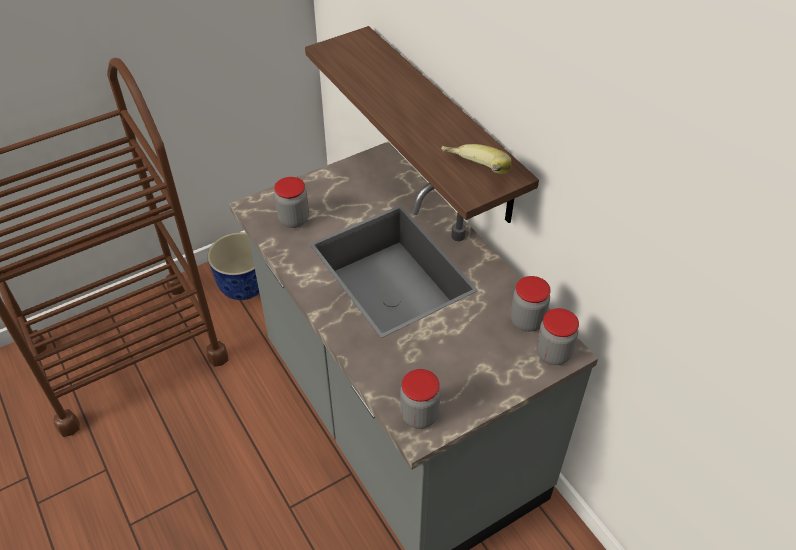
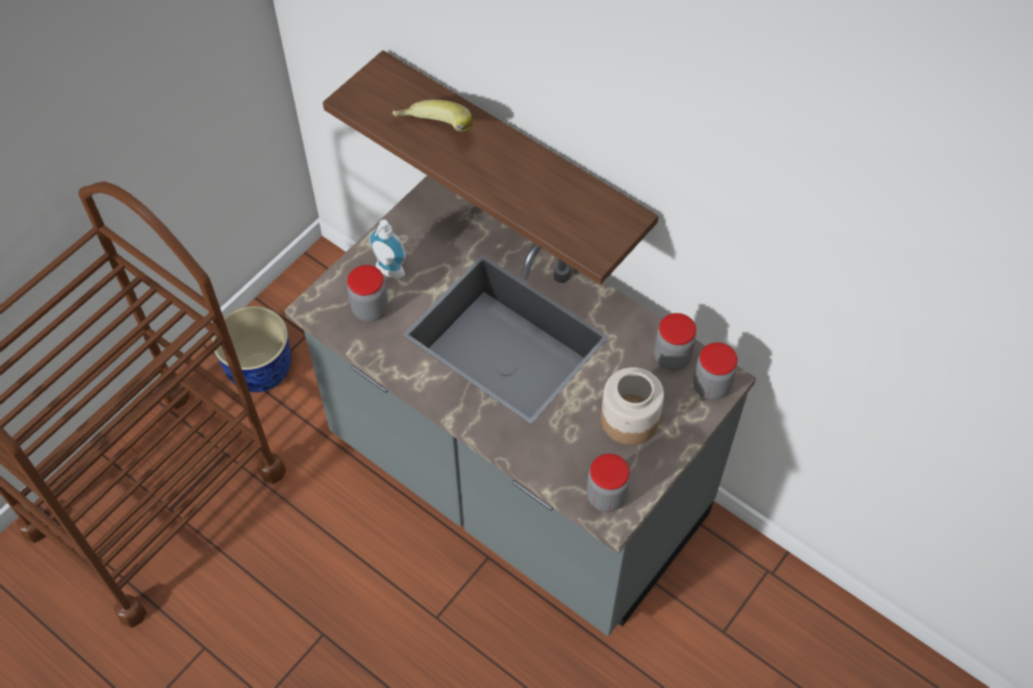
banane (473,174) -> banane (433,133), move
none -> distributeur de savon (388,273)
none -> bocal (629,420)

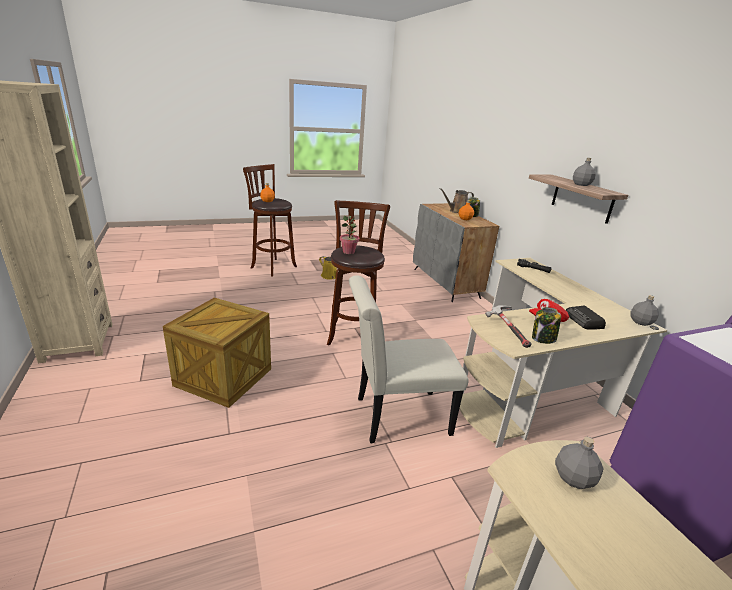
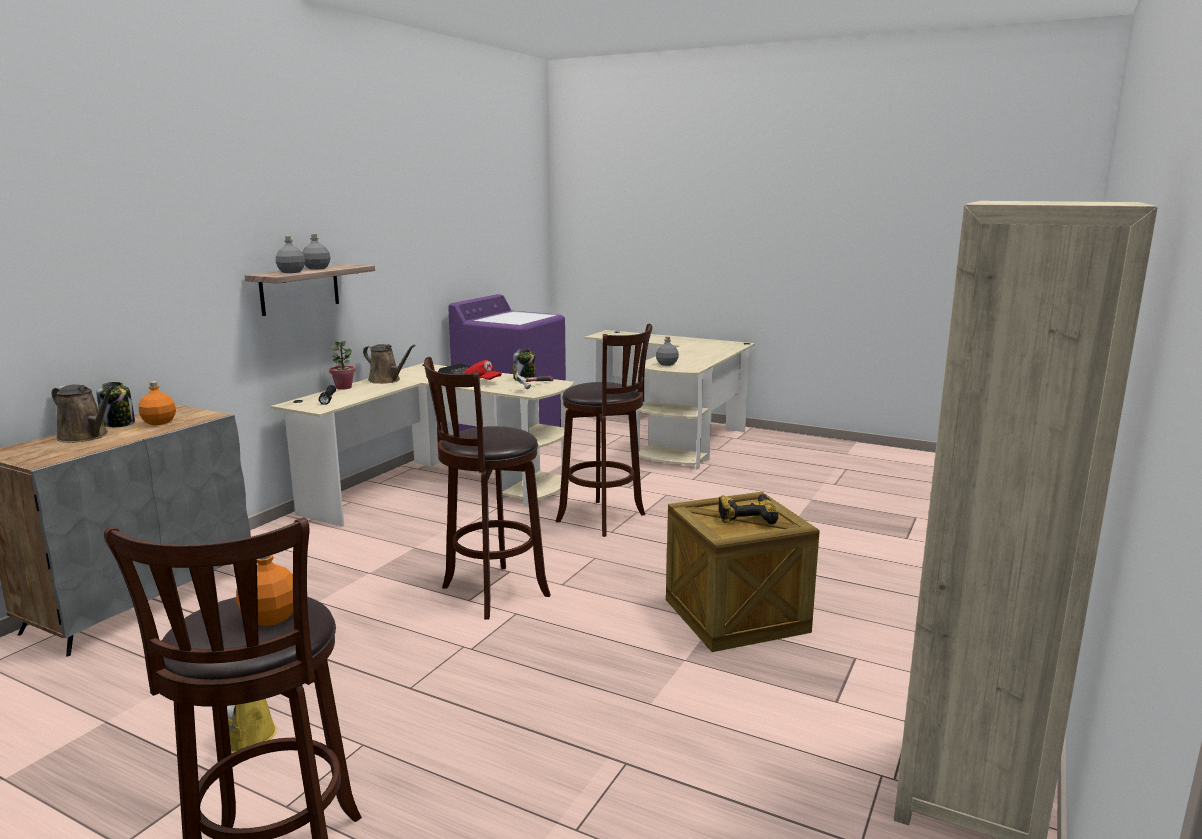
plante en pot (349,252) -> plante en pot (344,387), move
chaise [blanc] (395,416) -> tabouret [marron] (605,519)
bouteille [gris] (640,322) -> bouteille [gris] (291,272), move
none -> arrosoir [marron] (386,380)
none -> perceuse (746,516)

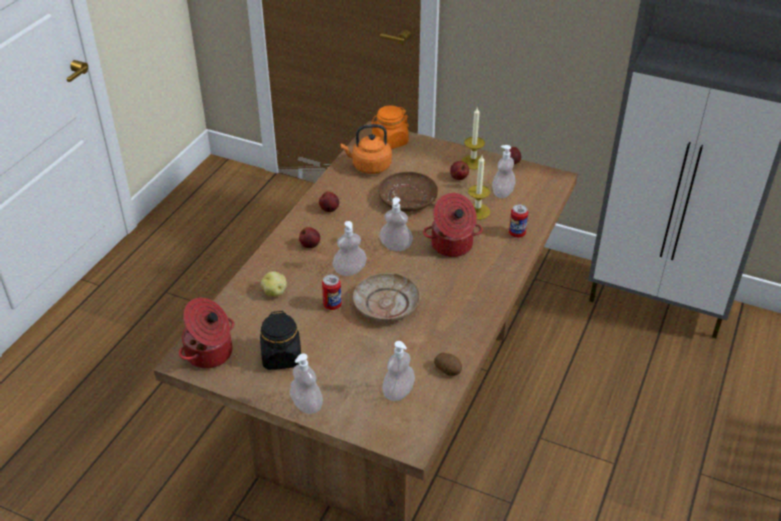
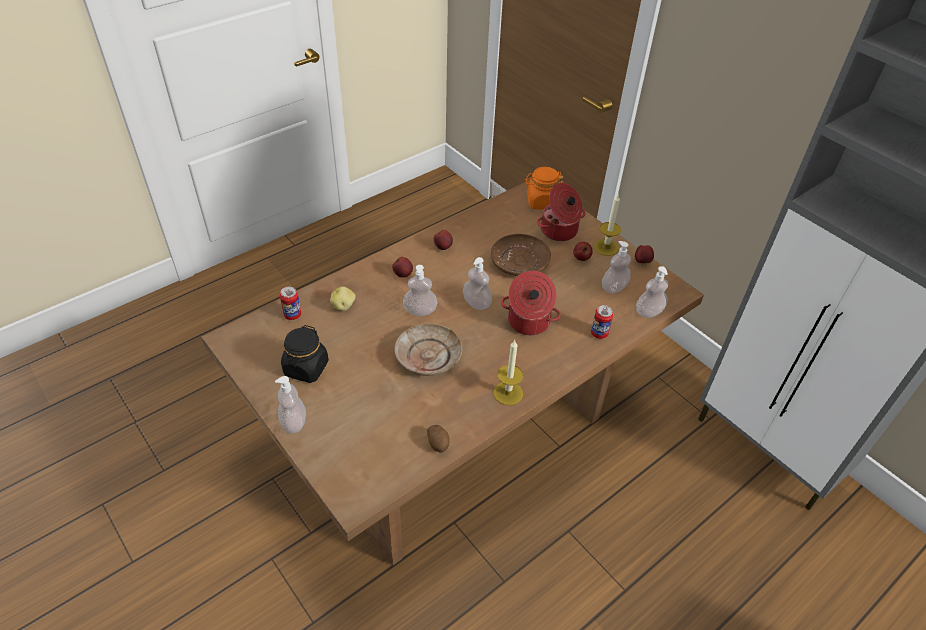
bouilloire [orange] (369,167) -> none
bougie (477,211) -> bougie (508,393), move
boîte métallique (332,305) -> boîte métallique (292,315), move
marmite (210,353) -> marmite (559,231), move
distributeur de savon (398,392) -> distributeur de savon (649,312), move

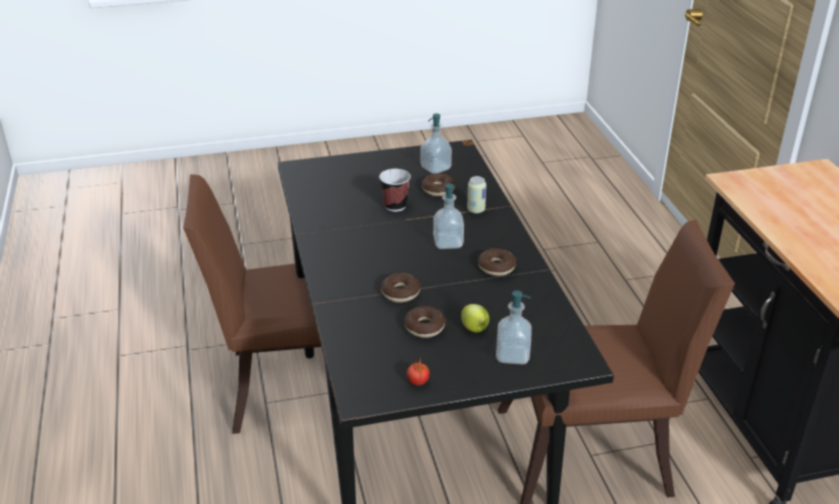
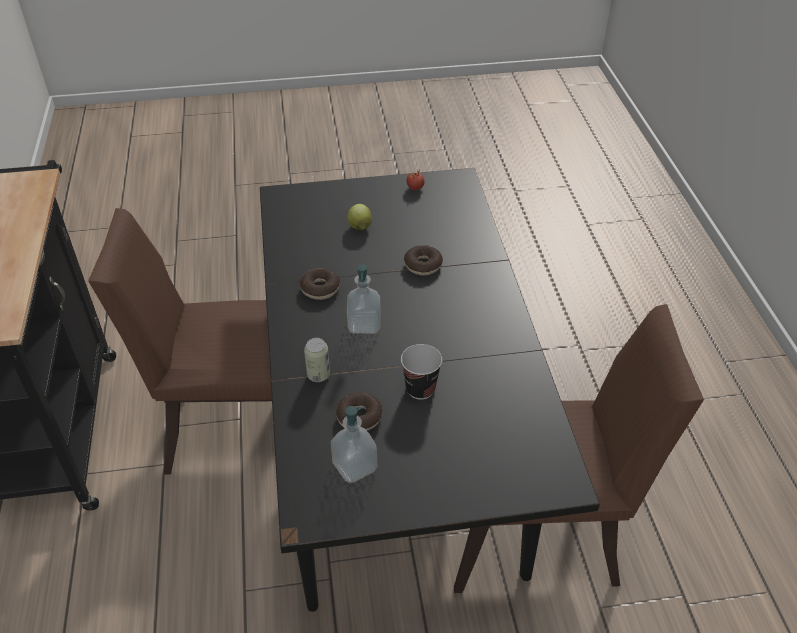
distributeur de savon (512,355) -> none
beignet (424,327) -> none

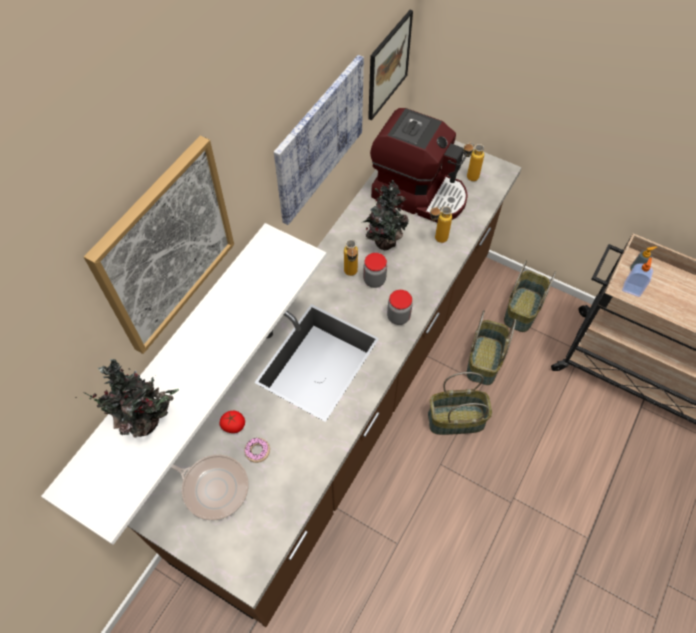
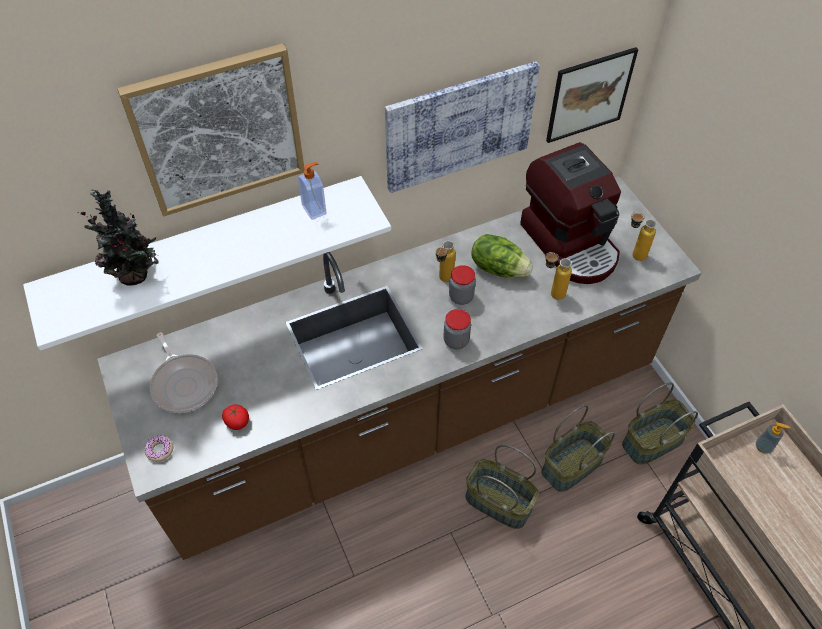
plante en pot (383,241) -> laitue (498,268)
distributeur de savon (632,288) -> distributeur de savon (315,209), move
tomate (233,425) -> tomate (237,421), move
beignet (257,451) -> beignet (160,450), move

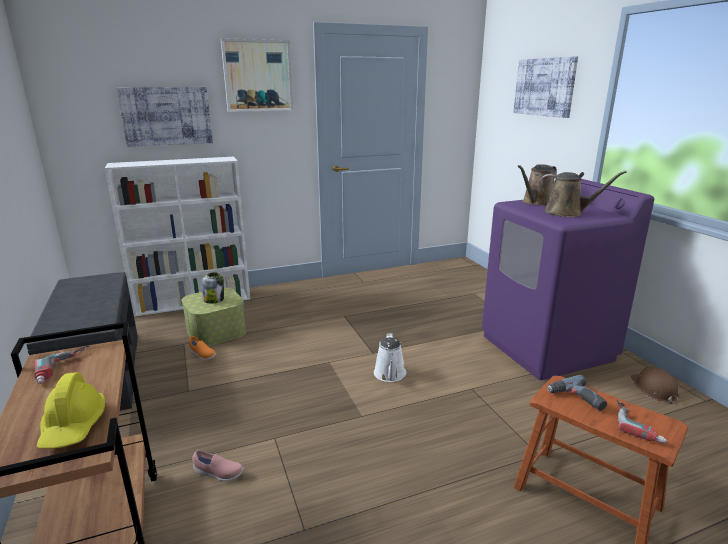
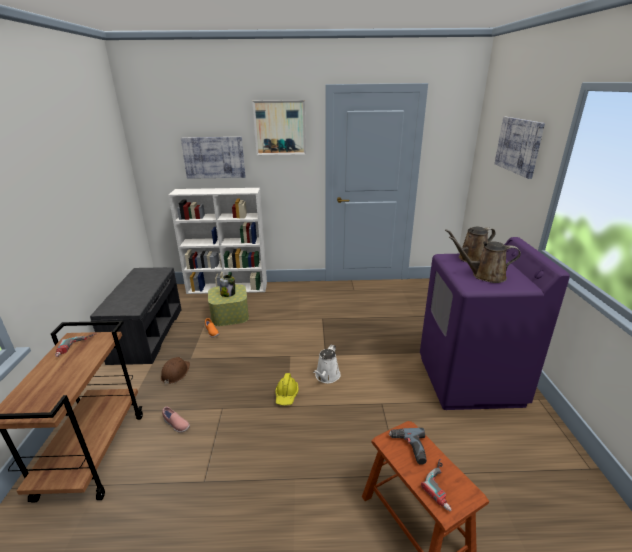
arrosoir [marron] (567,213) -> arrosoir [marron] (485,276), 150 degrees clockwise
casque de chantier [marron] (654,389) -> casque de chantier [marron] (175,373), move
casque de chantier [jaune] (74,426) -> casque de chantier [jaune] (286,395), move

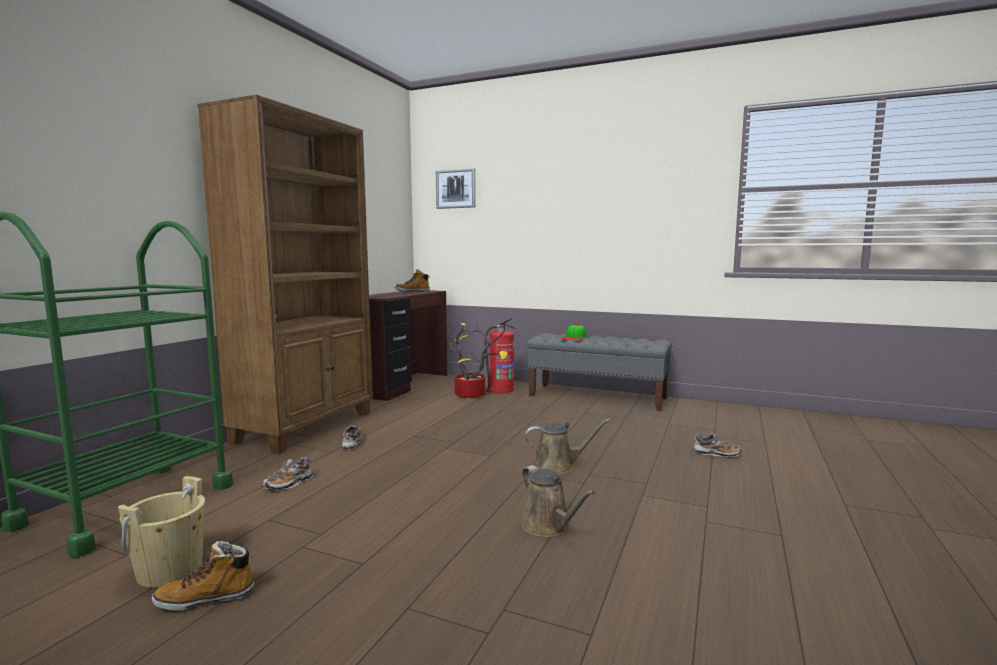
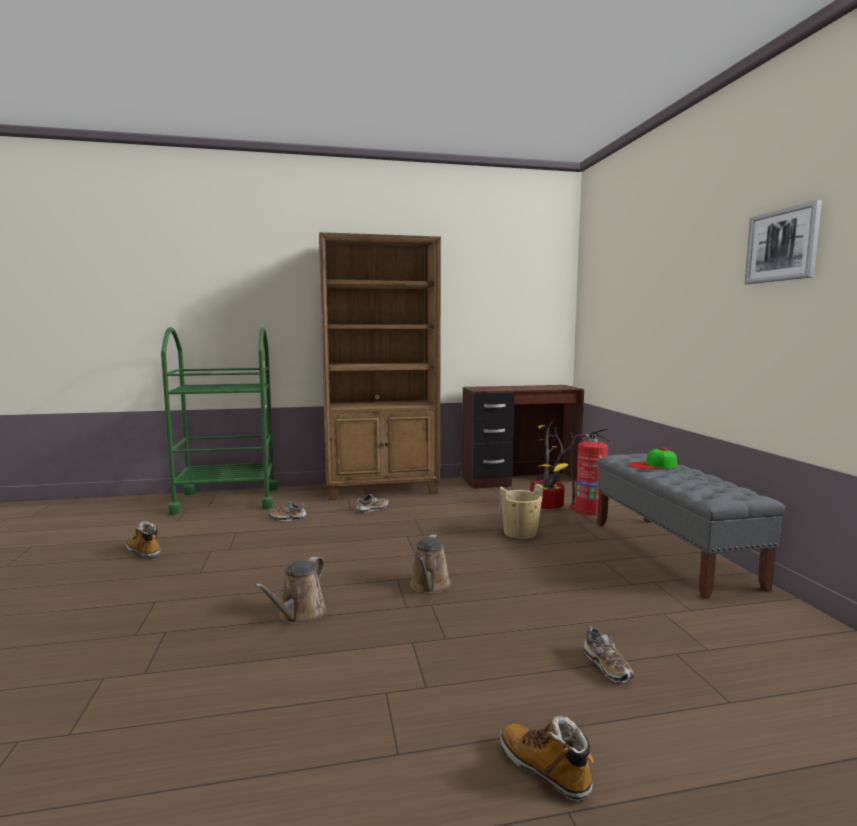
tableau (456,189) -> tableau (782,245), move
botte (412,291) -> botte (544,769), move
arrosoir [marron] (558,466) -> arrosoir [marron] (429,586), 45 degrees clockwise
seau [beige] (170,570) -> seau [beige] (520,533), move

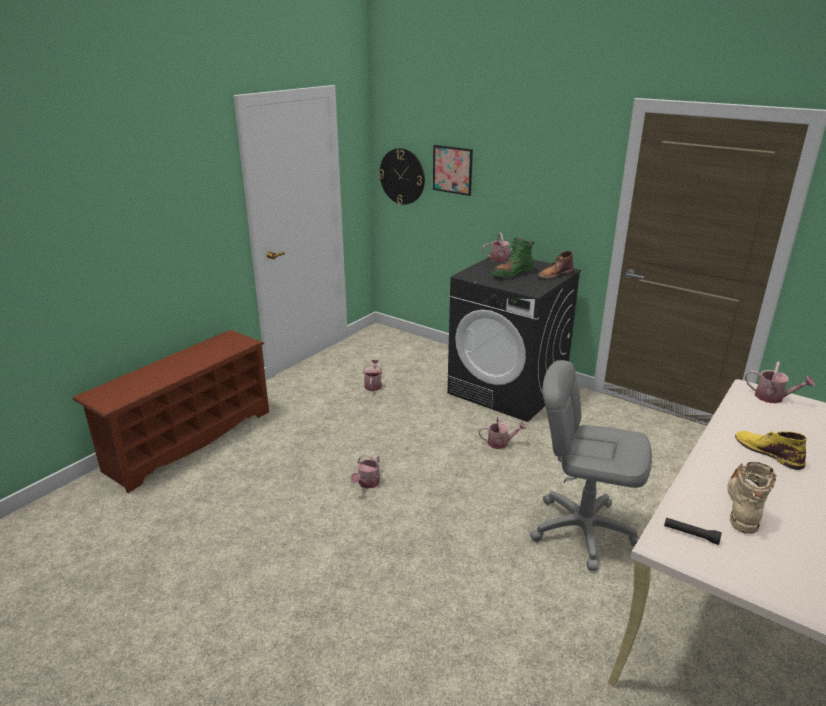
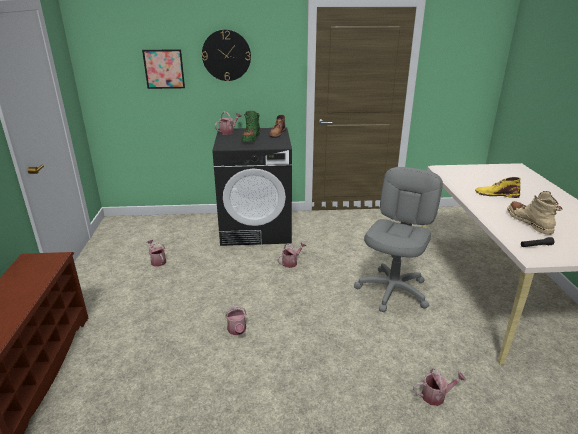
horloge murale (402,176) -> horloge murale (226,55), move
chaise de bureau [gris] (582,530) -> chaise de bureau [gris] (393,291), 135 degrees clockwise
arrosoir (773,397) -> arrosoir (436,396), move

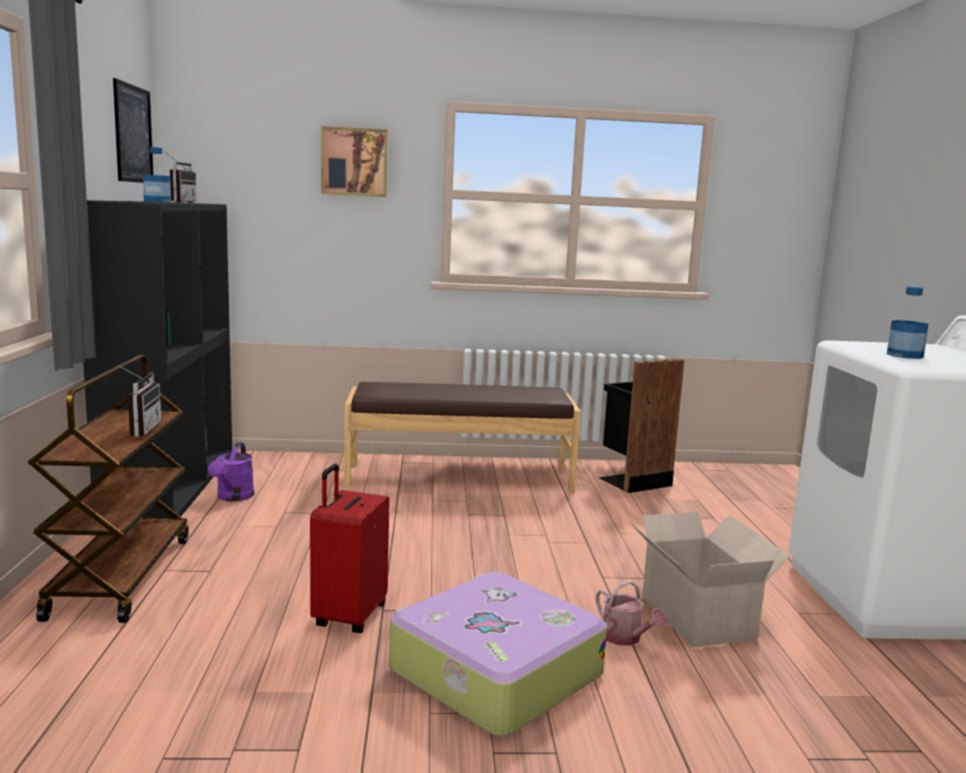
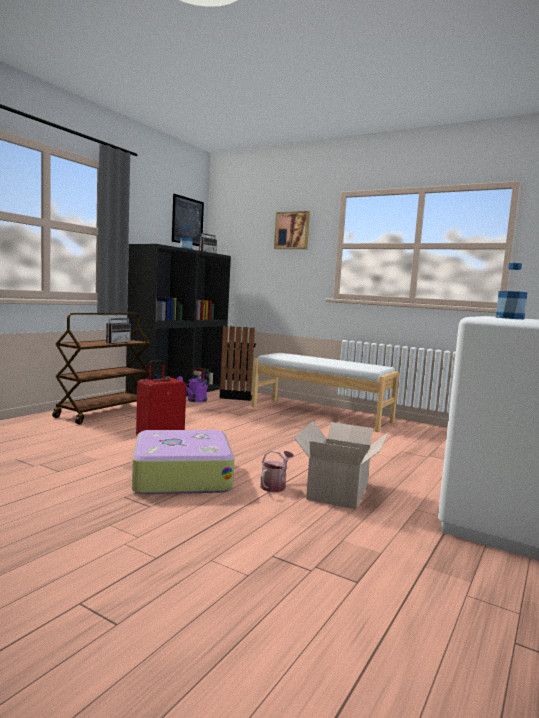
poubelle [noir] (632,480) -> poubelle [noir] (237,396), move
banc [marron] (459,477) -> banc [blanc] (321,414)
arrosoir (625,638) -> arrosoir (275,485), 150 degrees counterclockwise

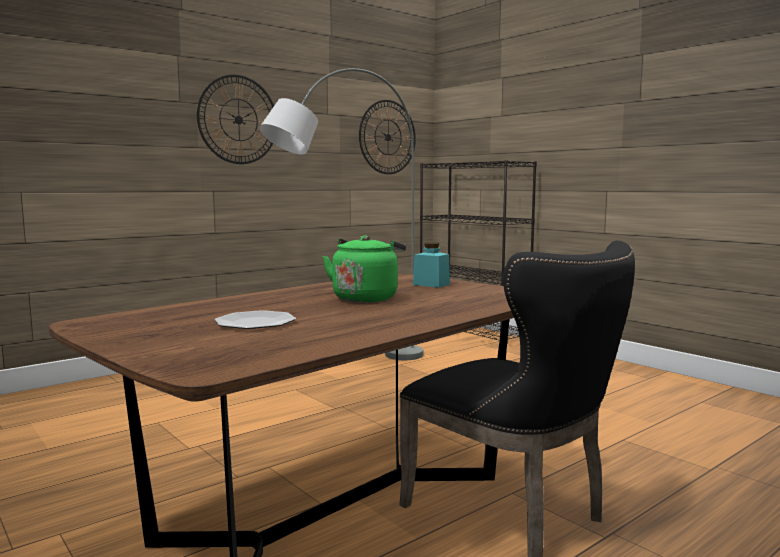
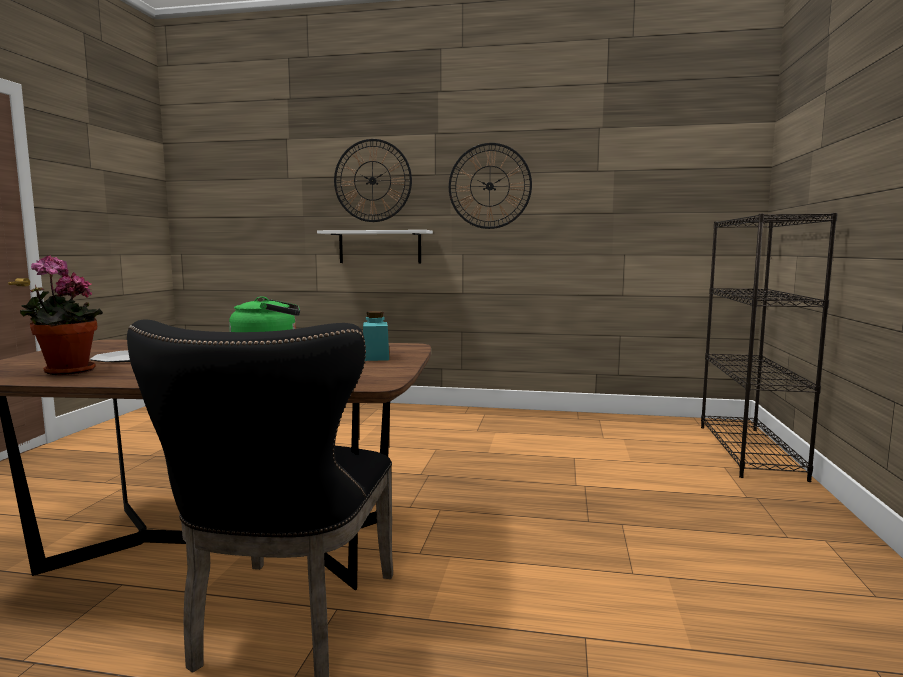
lampadaire [gris] (348,369) -> none
horloge murale (388,137) -> horloge murale (372,180), move
none -> étagère [blanc] (380,247)
none -> plante en pot (65,372)

